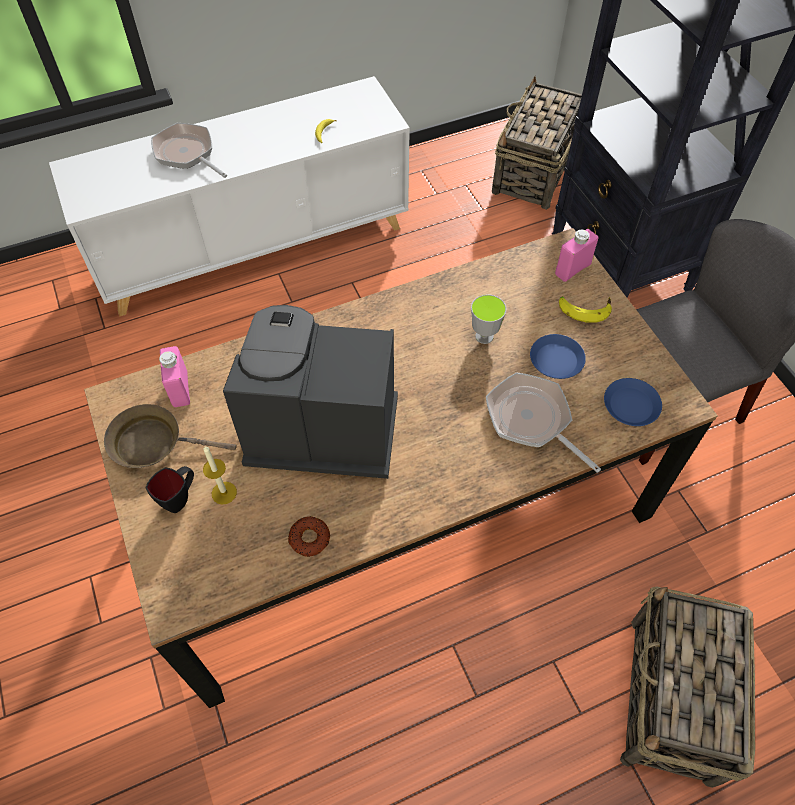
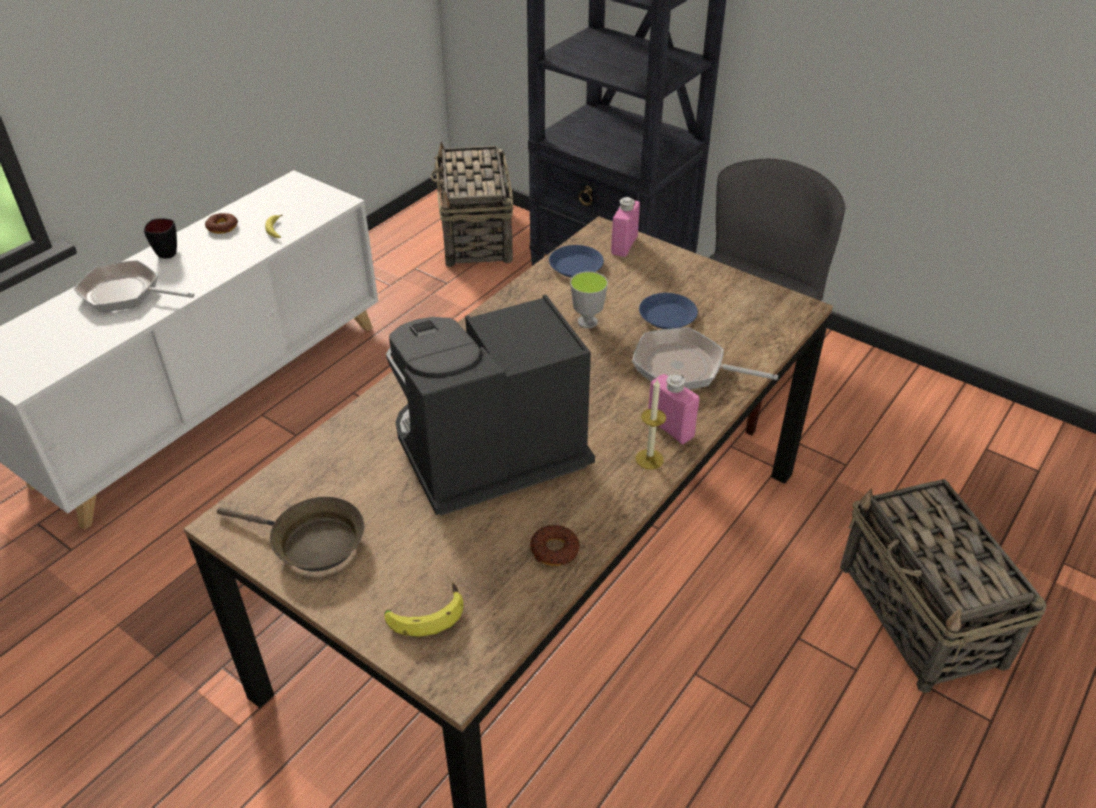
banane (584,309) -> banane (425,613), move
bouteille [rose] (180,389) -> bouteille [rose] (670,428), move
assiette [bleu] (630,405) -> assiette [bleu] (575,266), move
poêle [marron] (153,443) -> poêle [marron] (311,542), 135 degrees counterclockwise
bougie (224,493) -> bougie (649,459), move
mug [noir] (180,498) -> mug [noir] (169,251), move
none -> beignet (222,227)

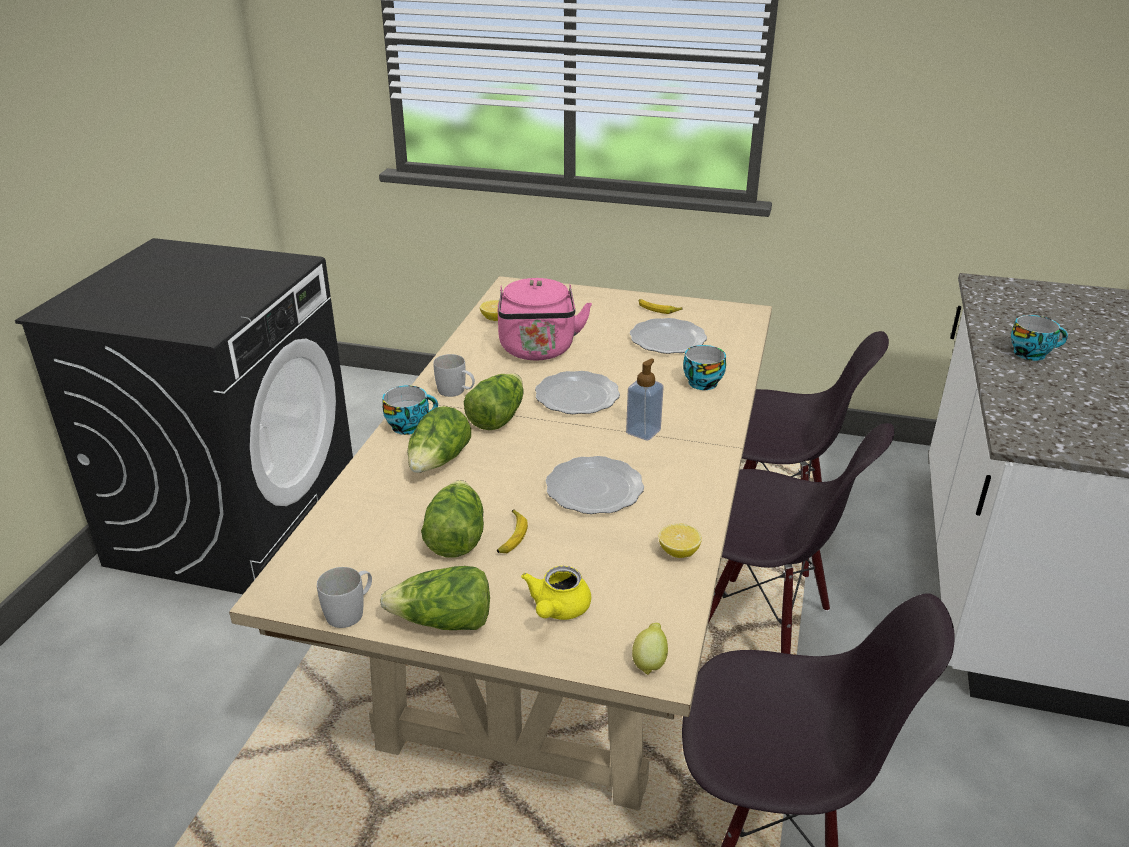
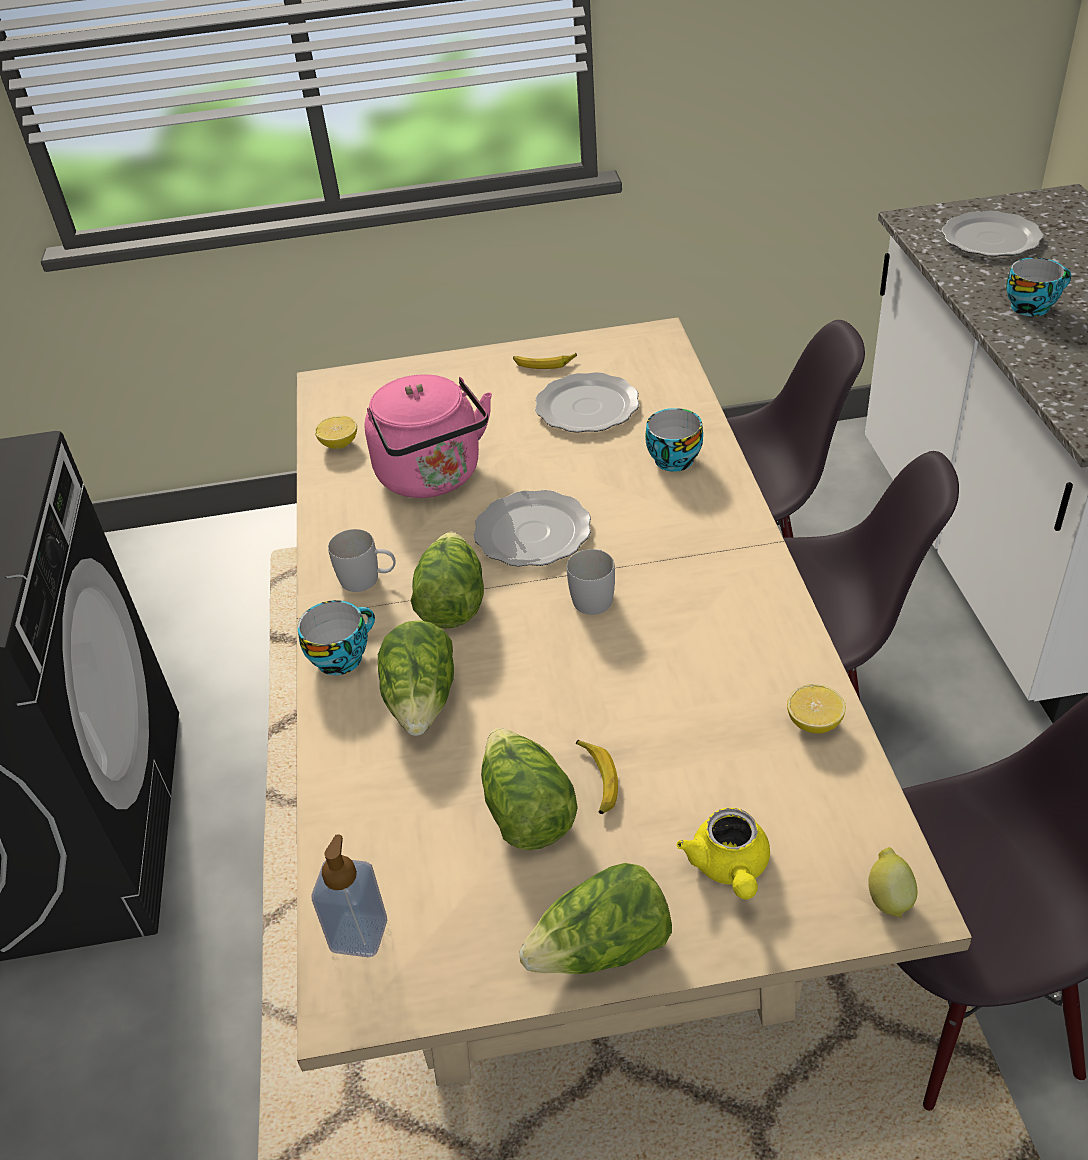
distributeur de savon (643,432) -> distributeur de savon (359,934), move
assiette (594,490) -> assiette (991,239), move
mug [blanc] (351,611) -> mug [blanc] (594,595), move

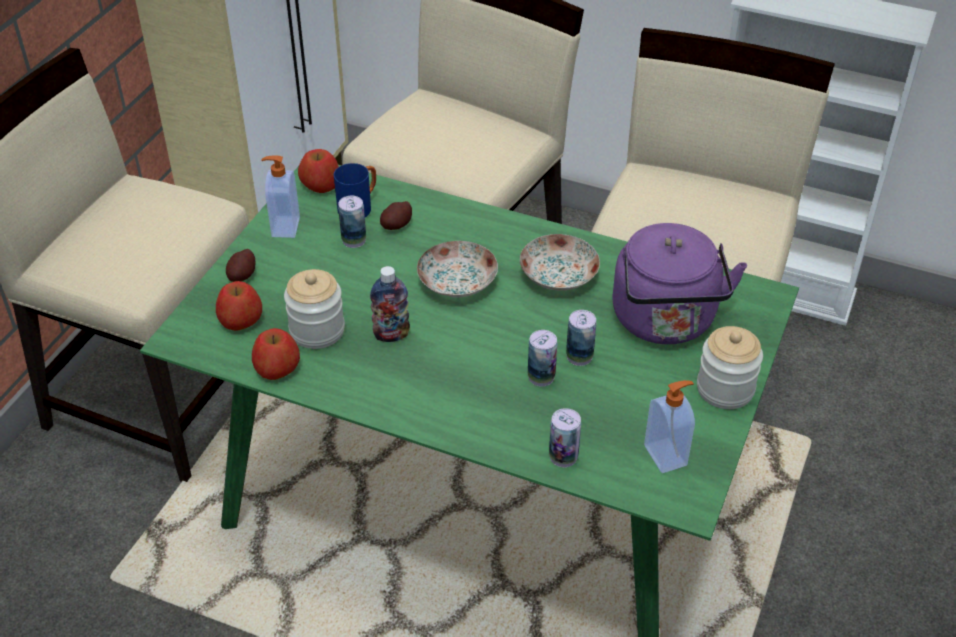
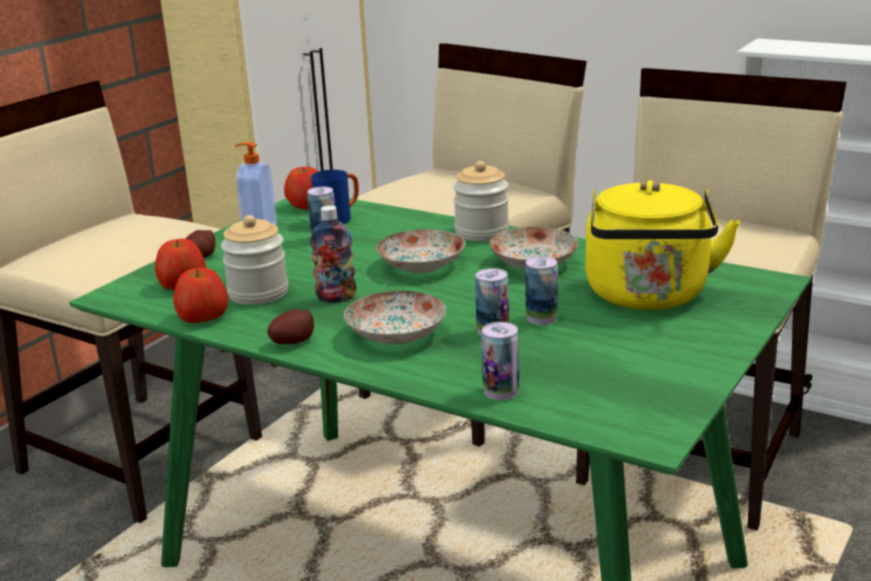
pomme de terre (396,225) -> pomme de terre (292,342), move
bouilloire [violet] (666,322) -> bouilloire [jaune] (648,297)
bocal (725,389) -> bocal (482,232), move
distributeur de savon (666,455) -> none
none -> assiette (397,334)

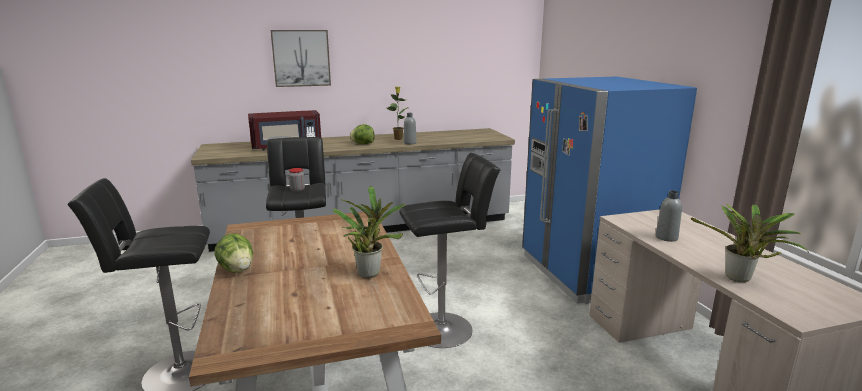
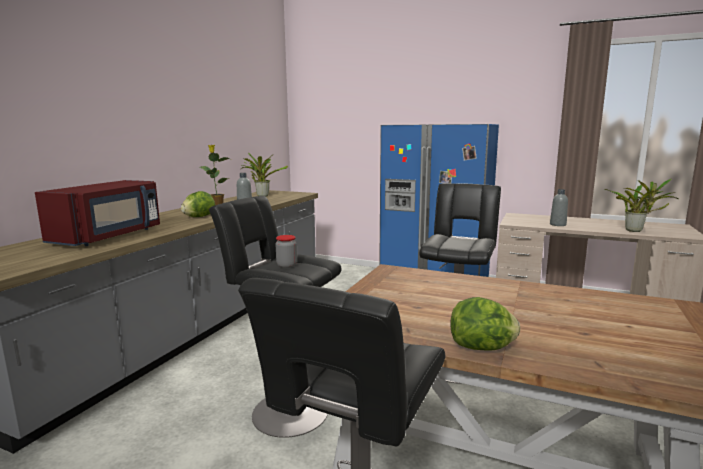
tableau (301,58) -> none
plante en pot (370,272) -> plante en pot (262,196), move

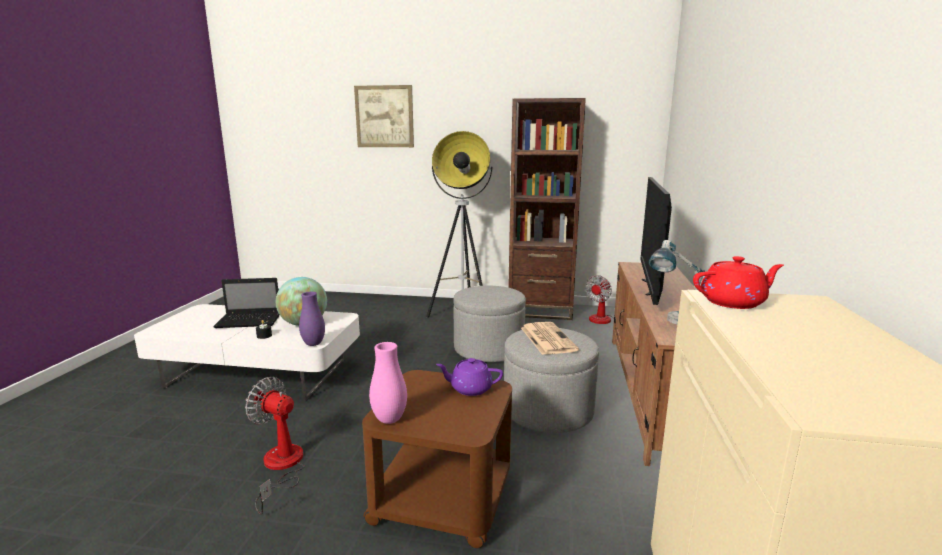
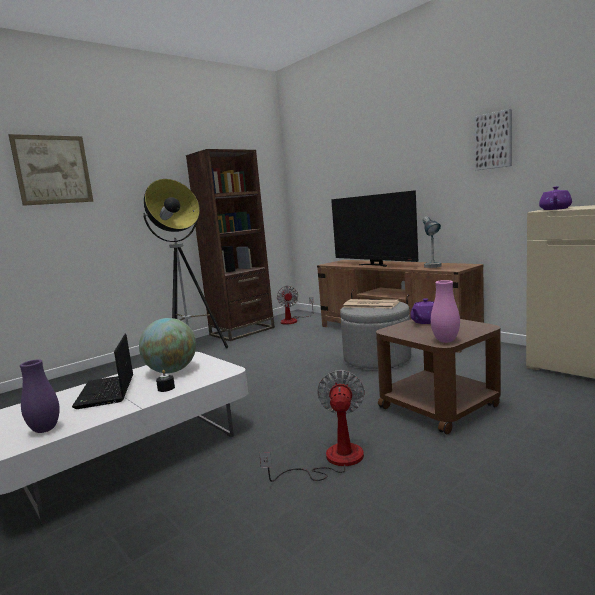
théière [rouge] (733,302) -> théière [violet] (555,209)
ordinateur portable (250,321) -> ordinateur portable (106,393), 135 degrees clockwise
pouf [gris] (488,349) -> none
vase [violet] (313,344) -> vase [violet] (45,430), move
ventilateur (281,467) -> ventilateur (332,461), 120 degrees clockwise
none -> tableau (494,140)

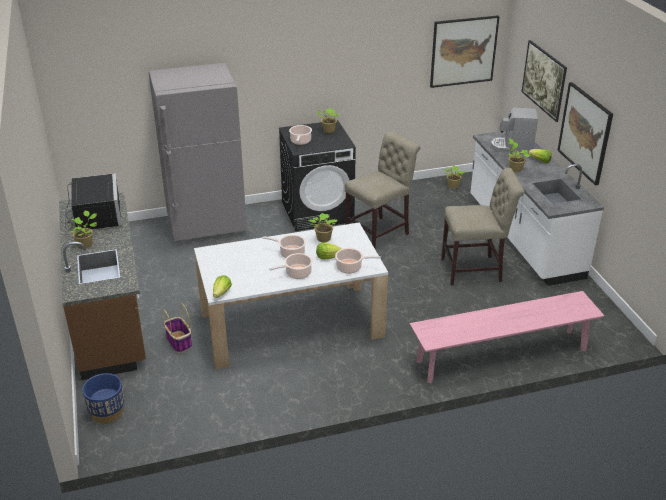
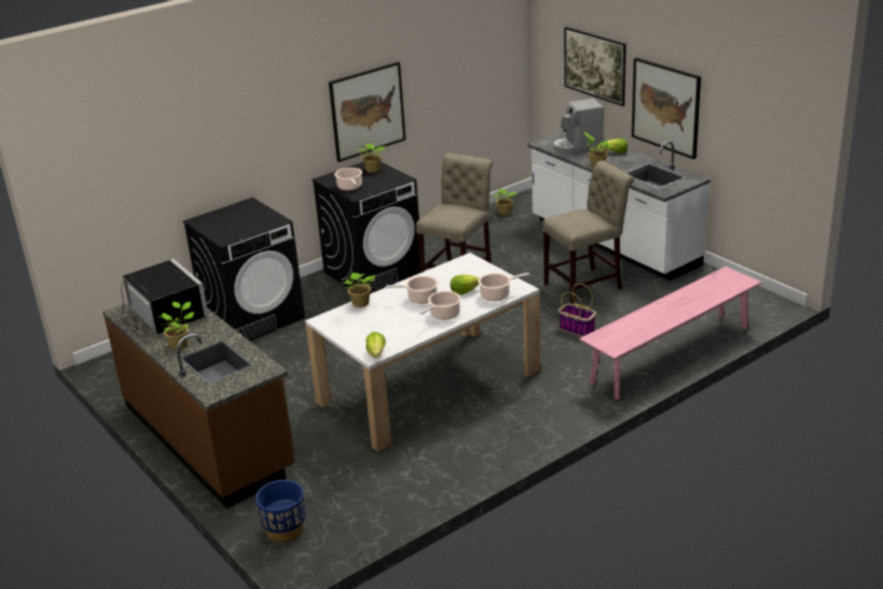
tableau (463,51) -> tableau (367,111), move
réfrigérateur [gris] (207,226) -> lave-linge [noir] (253,317)
plante en pot (323,239) -> plante en pot (360,304), move
panier (179,342) -> panier (577,329), move

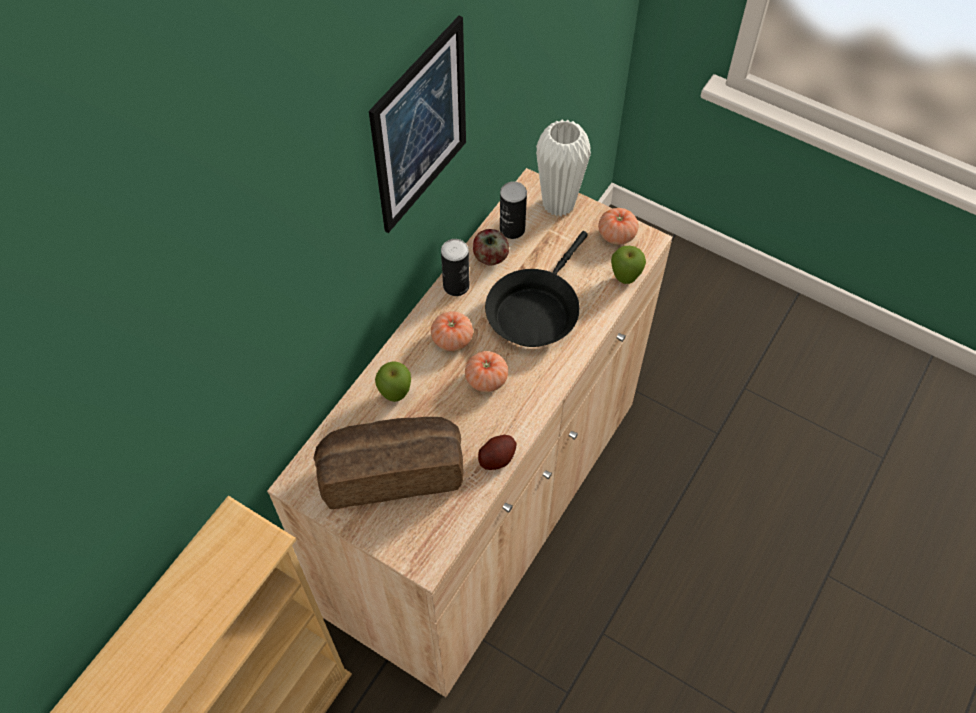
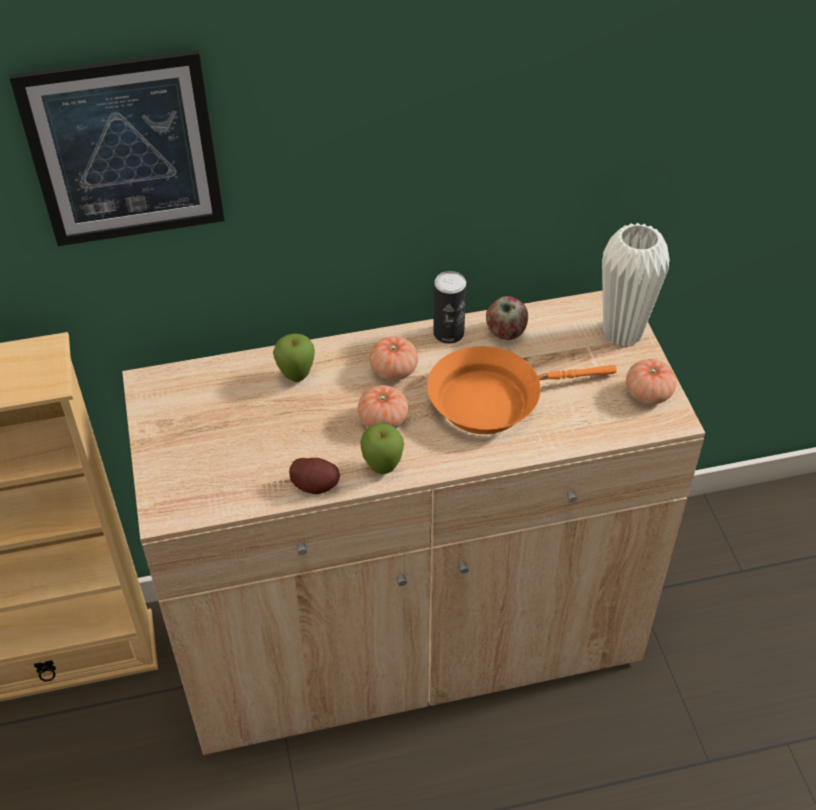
tableau (420,127) -> tableau (124,151), move
boîte métallique (512,229) -> none
poêle [noir] (535,310) -> poêle [orange] (493,399)
pomme (625,279) -> pomme (382,468), move
pain (391,470) -> none

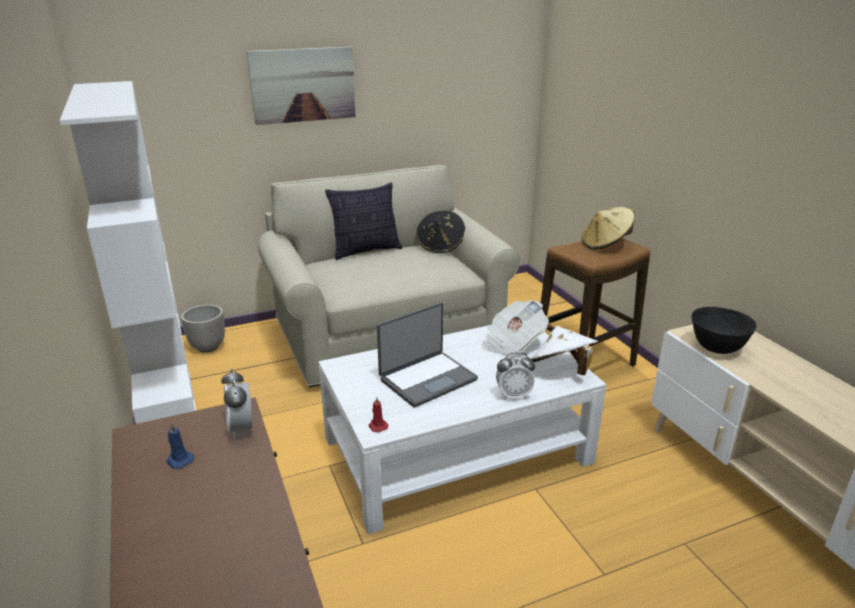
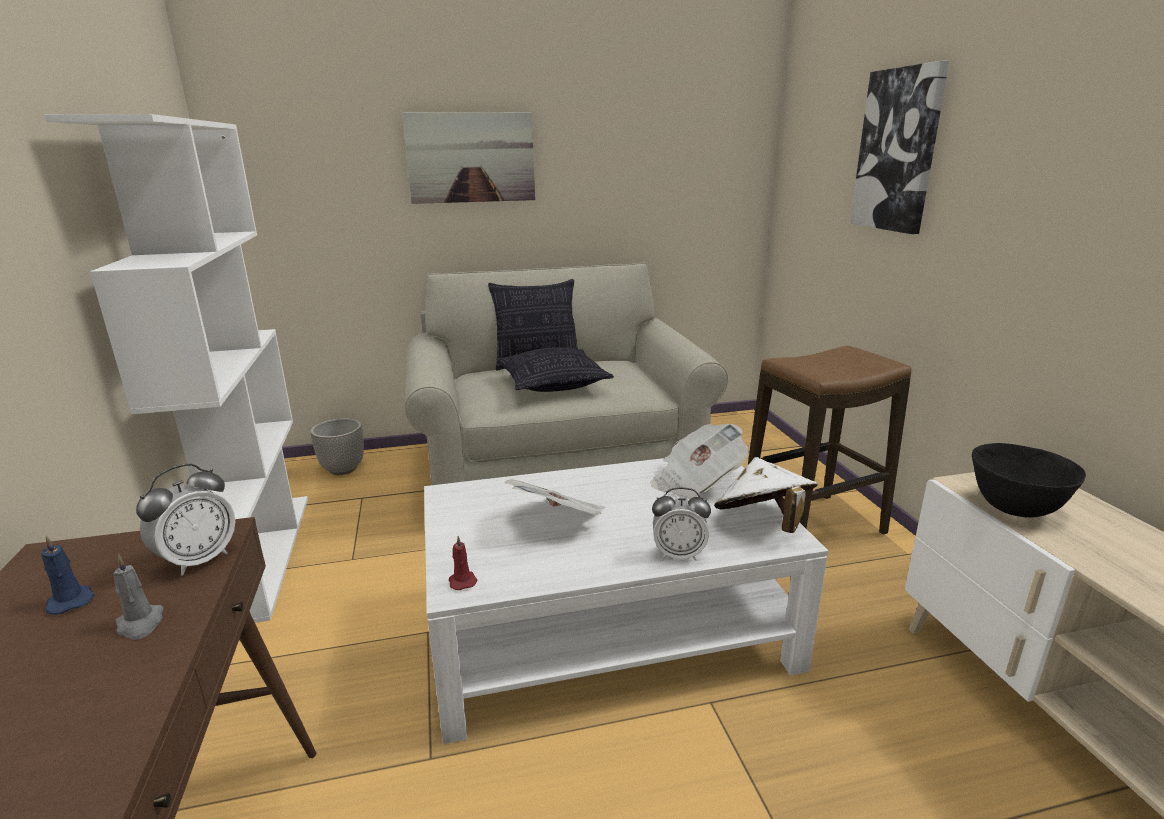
chapeau [beige] (605,244) -> none
chapeau [noir] (440,246) -> none
ordinateur portable (427,379) -> journal (559,521)
réveil (241,428) -> réveil (198,560), 135 degrees counterclockwise
none -> tableau (898,150)
none -> coussin (553,384)
none -> bougie [gris] (141,624)

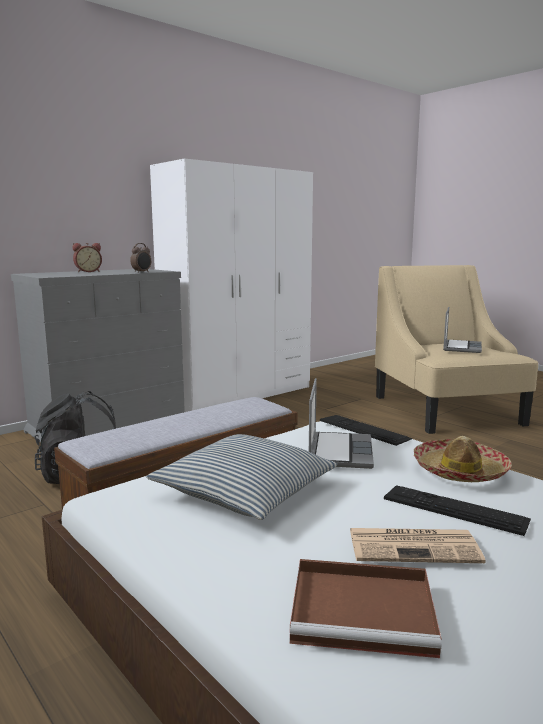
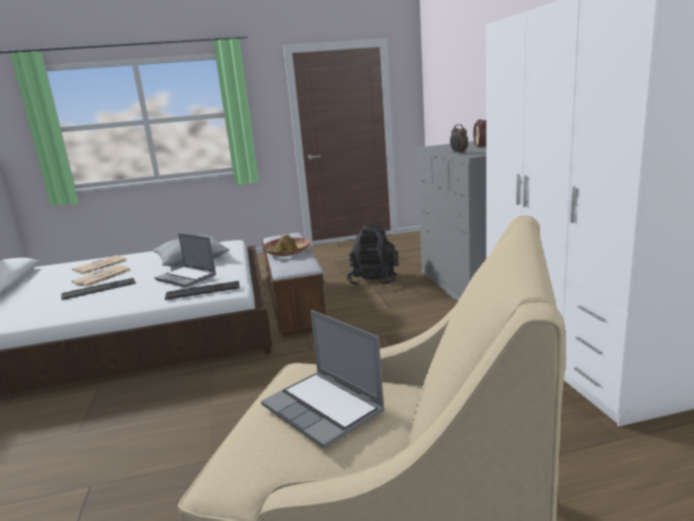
chapeau (460,471) -> chapeau (287,252), move
plateau [marron] (365,611) -> journal (100,266)

